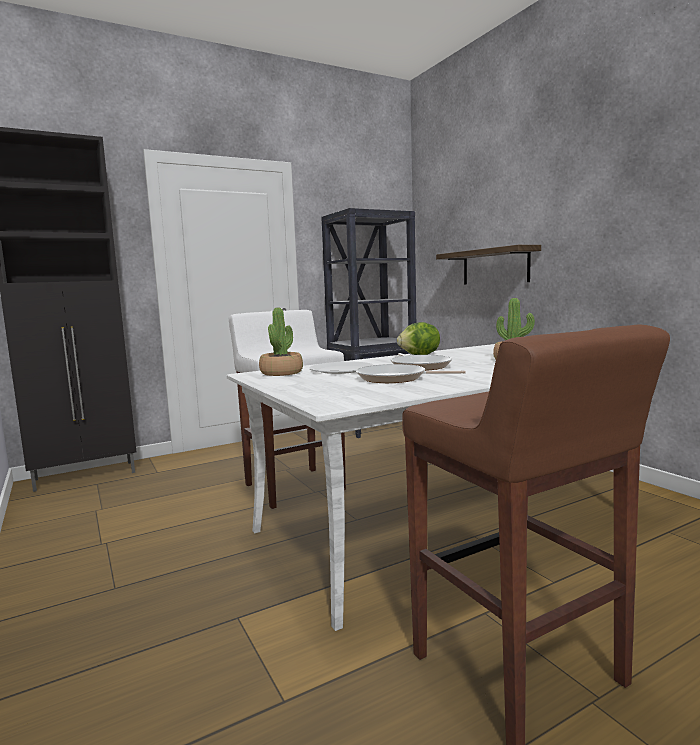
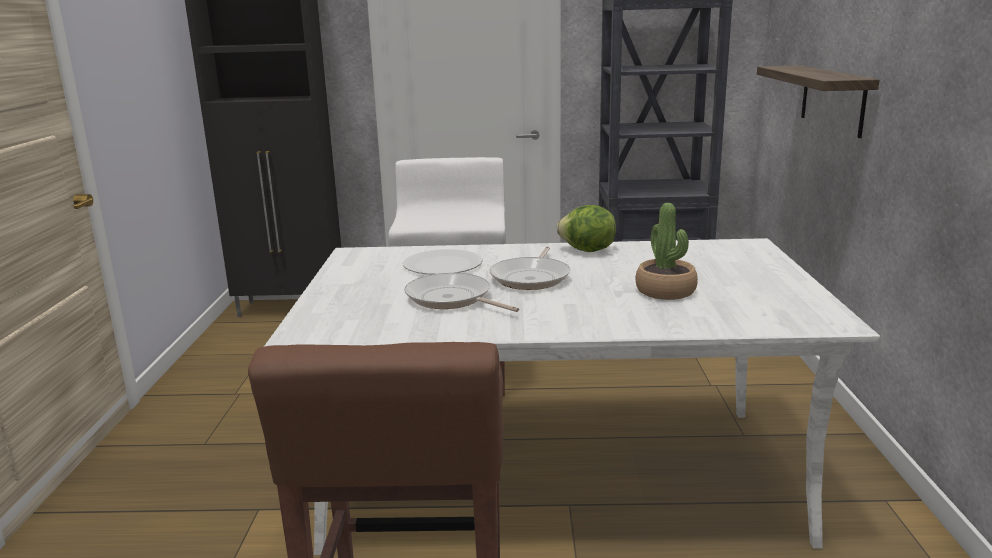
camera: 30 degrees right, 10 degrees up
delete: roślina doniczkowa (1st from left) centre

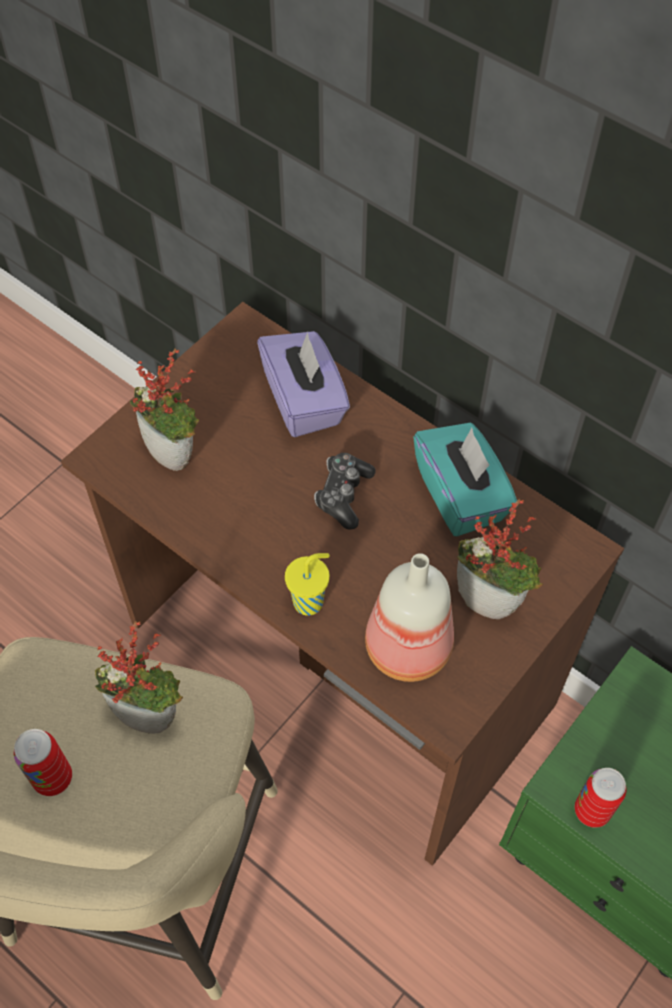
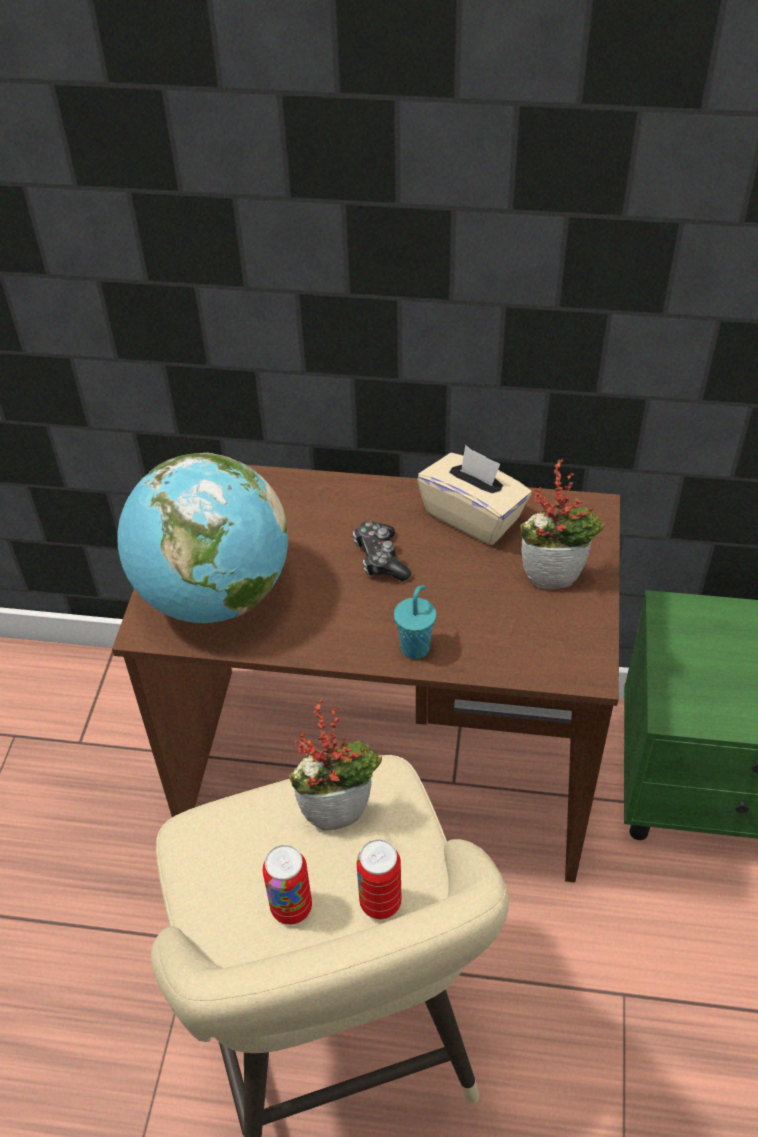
camera: 30 degrees left, 10 degrees down
delete: pudełko chusteczek (fioletowy) centre; butelka centre
move: puszka (2nd from left) bottom right to bottom centre
replace: roślina doniczkowa (2nd from left) middle left to globus middle left
recolor: filiżanka (żółty) centre to filiżanka (turkusowy) centre; pudełko chusteczek (turkusowy) middle right to pudełko chusteczek (beżowy) centre

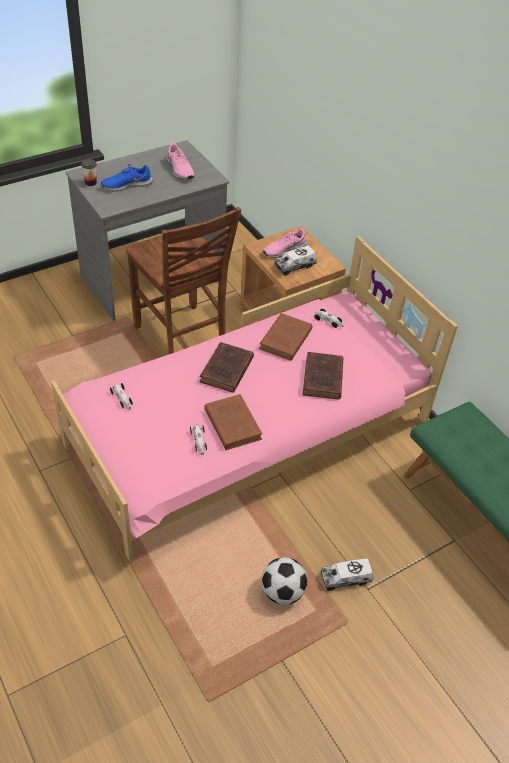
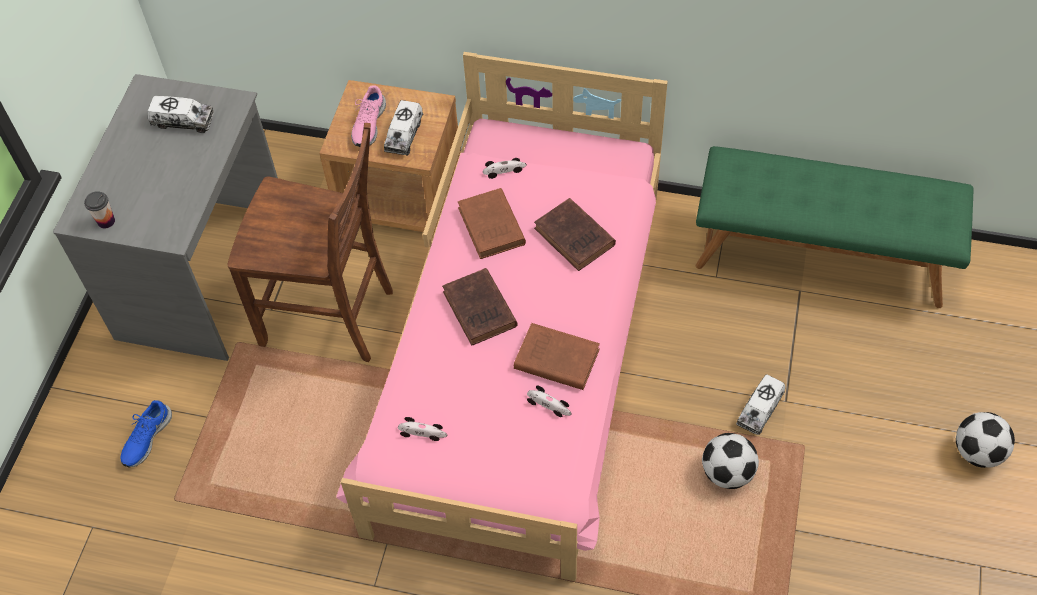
camera: 40 degrees left, 10 degrees up
insert: piłka futbolowa (2nd from left) bottom right
move: but (niebieski) top left to bottom left
replace: but (różowy) (1st from left) top centre to ciężarówka zabawkowa (1st from left) top left

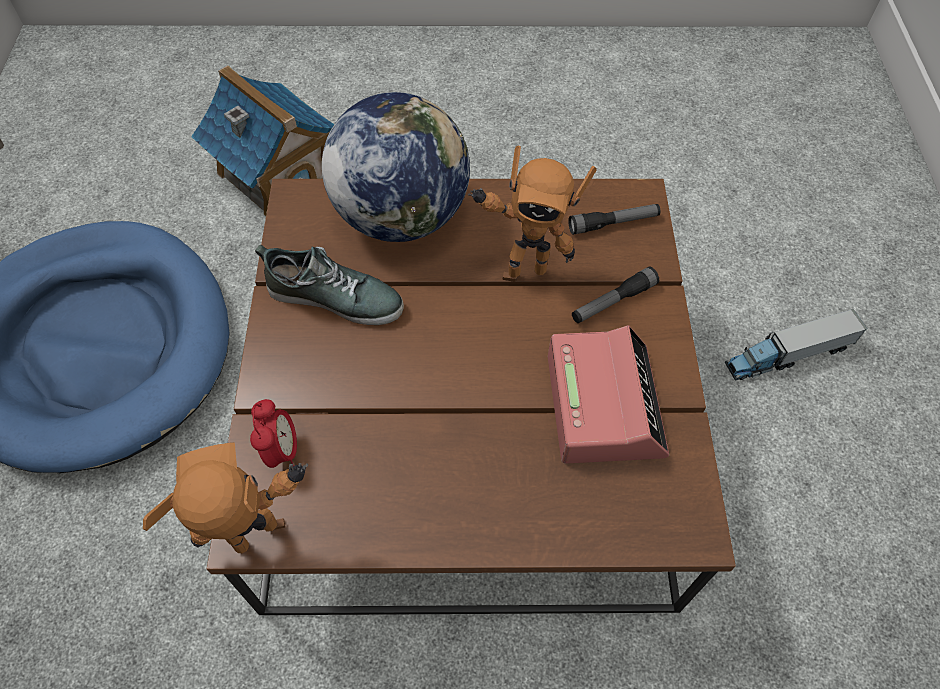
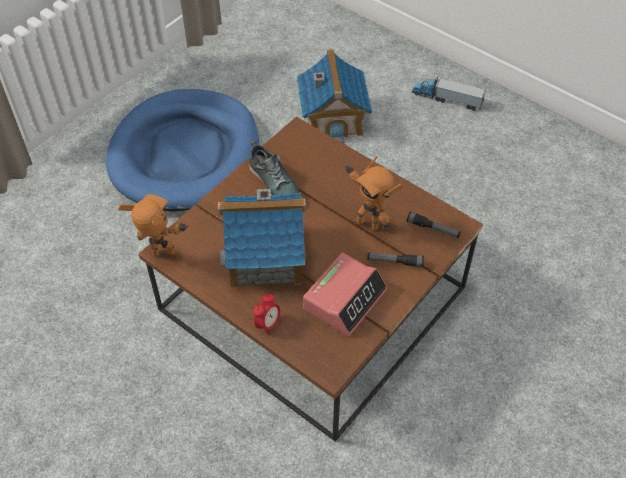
camera: 40 degrees right, 5 degrees down
delete: globus top centre
insert: domek (1st from left) centre
move: budzik (1st from left) middle left to centre; ciężarówka zabawkowa middle right to top right

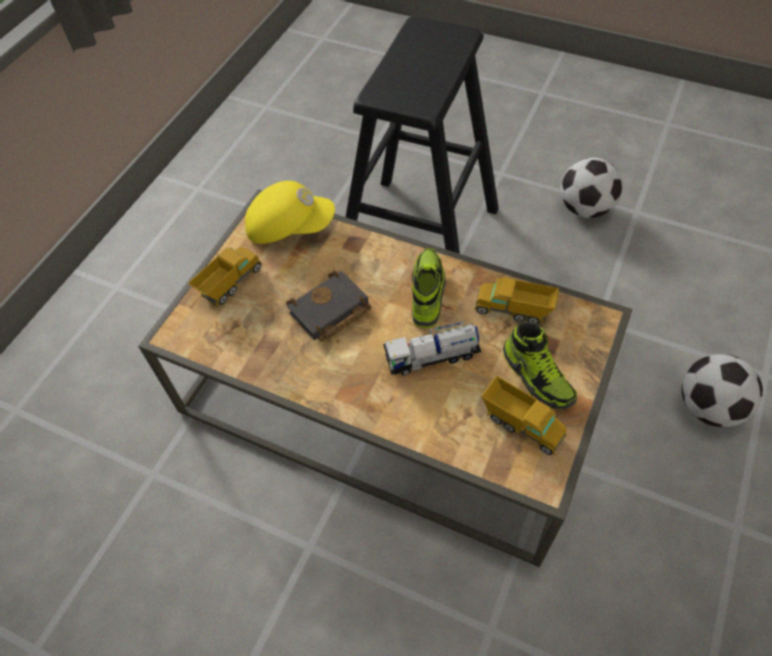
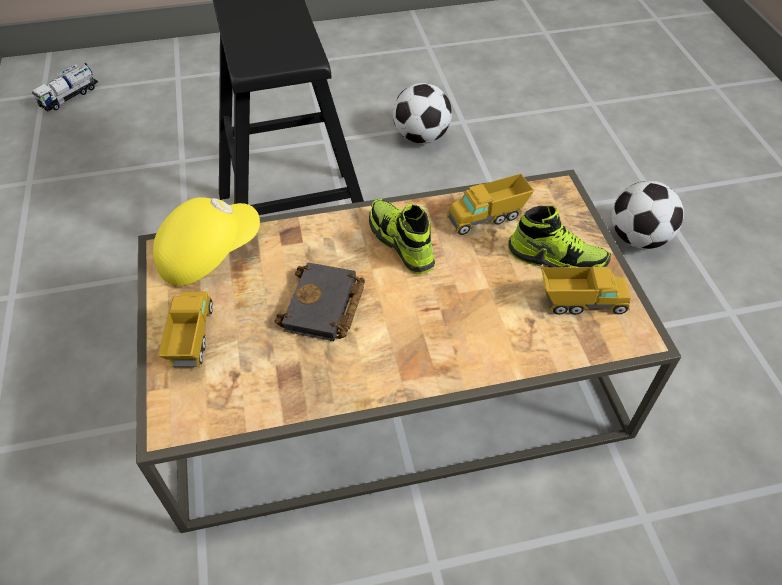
camera: 40 degrees left, 5 degrees down
move: ciężarówka zabawkowa (2nd from left in the first image) centre to ciężarówka zabawkowa (1st from left) top left

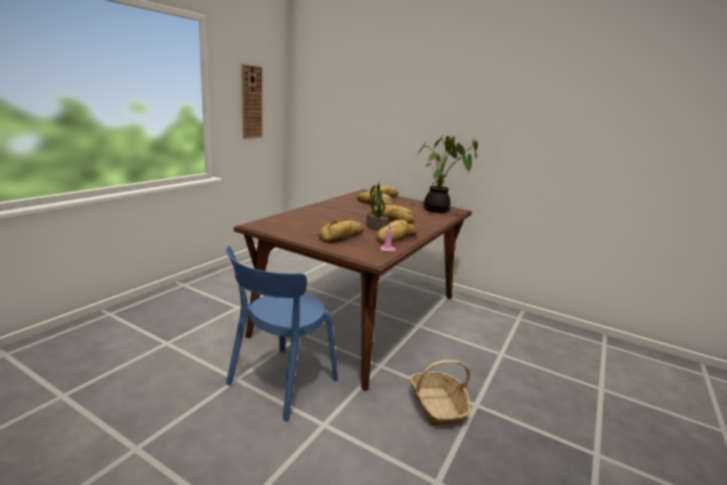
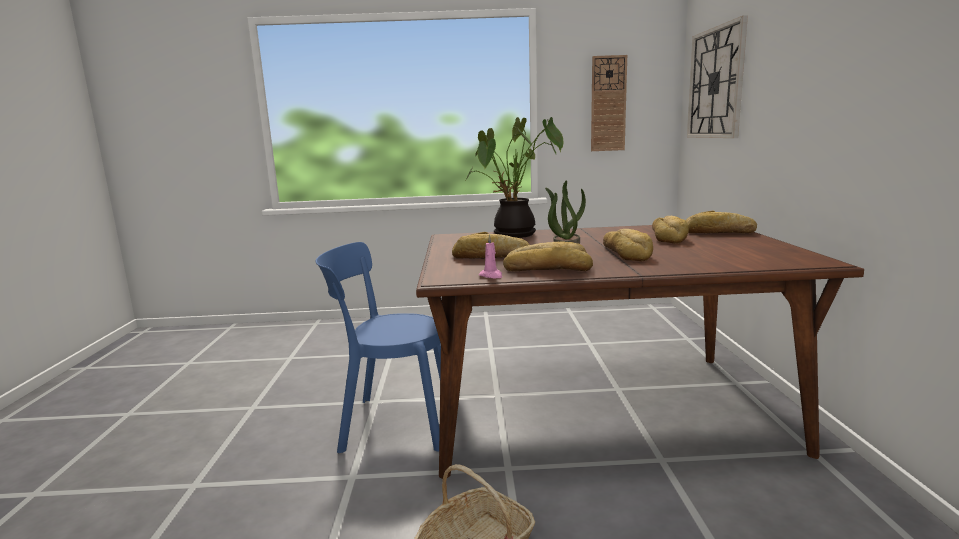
camera: 60 degrees right, 5 degrees down
insert: zegar ścienny (2nd from left) top right
move: roślina doniczkowa (2nd from left in the first image) centre to roślina doniczkowa (1st from left) top centre

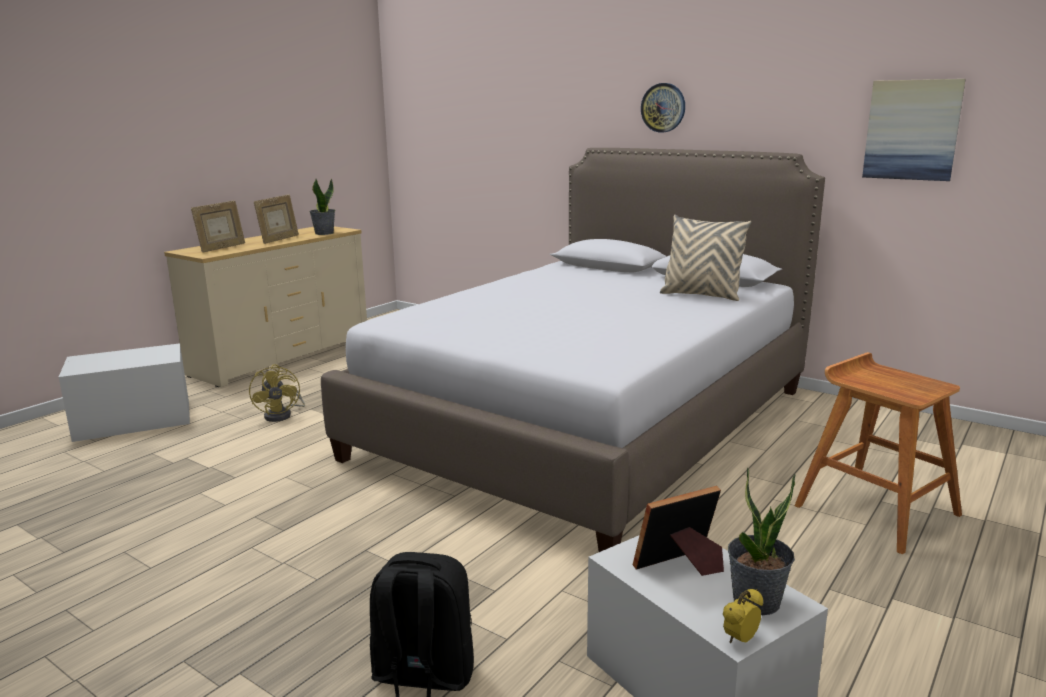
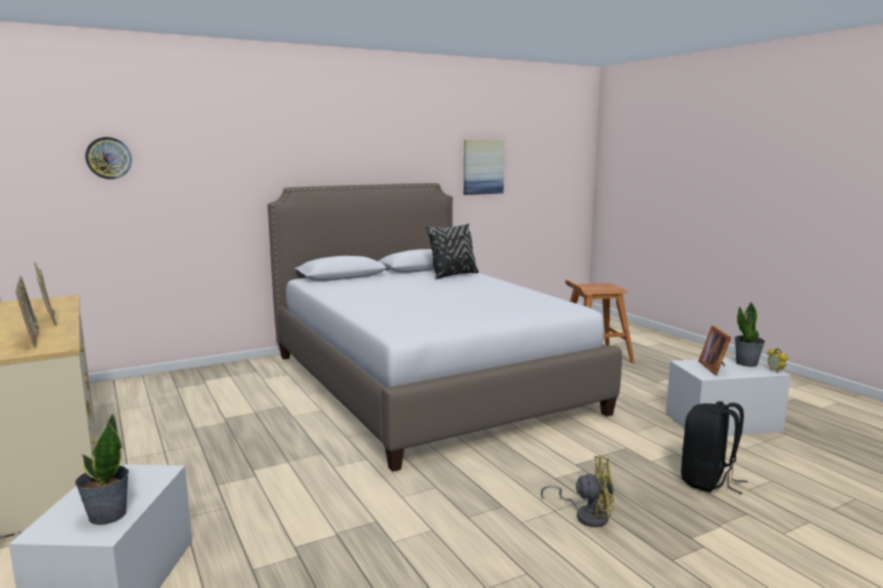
camera: 65 degrees left, 5 degrees down
move: wentylator (żółty) middle left to bottom centre; roślina doniczkowa (1st from left) top left to bottom left; zegar ścienny top centre to top left
recolor: poduszka (beżowy) middle right to poduszka (czarny) centre

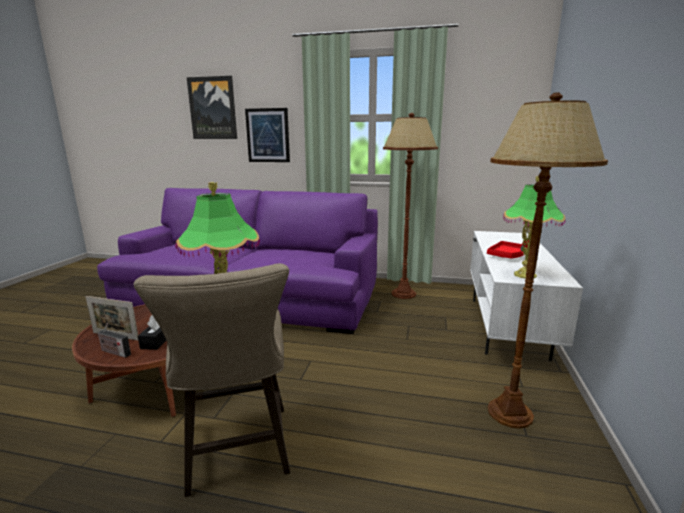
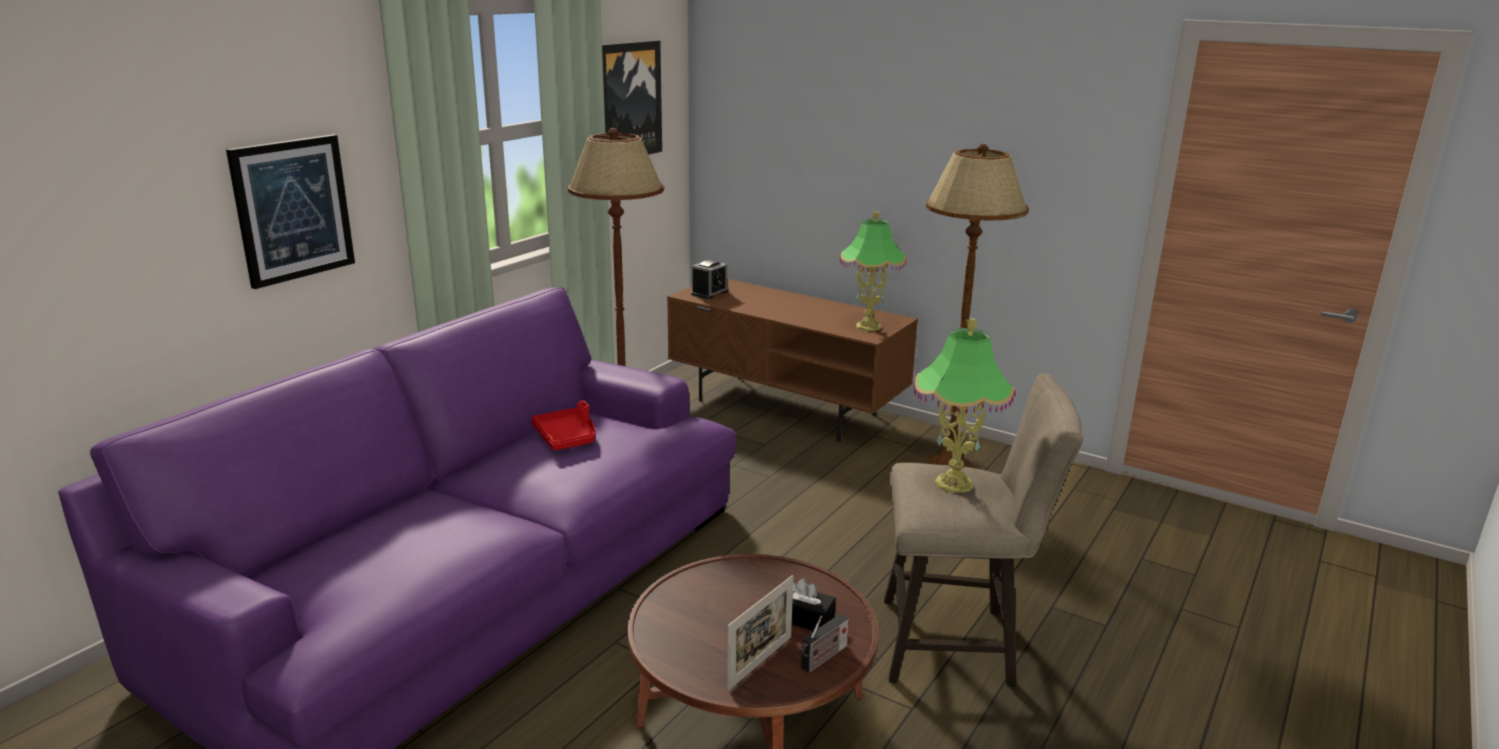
camera: 70 degrees left, 5 degrees up
insert: budzik centre
move: obraz (1st from left in the first image) top left to obraz (2nd from left) top centre; taca (czerwony) middle right to centre
recolor: szafka pod telewizor (biały) middle right to szafka pod telewizor (brązowy) centre

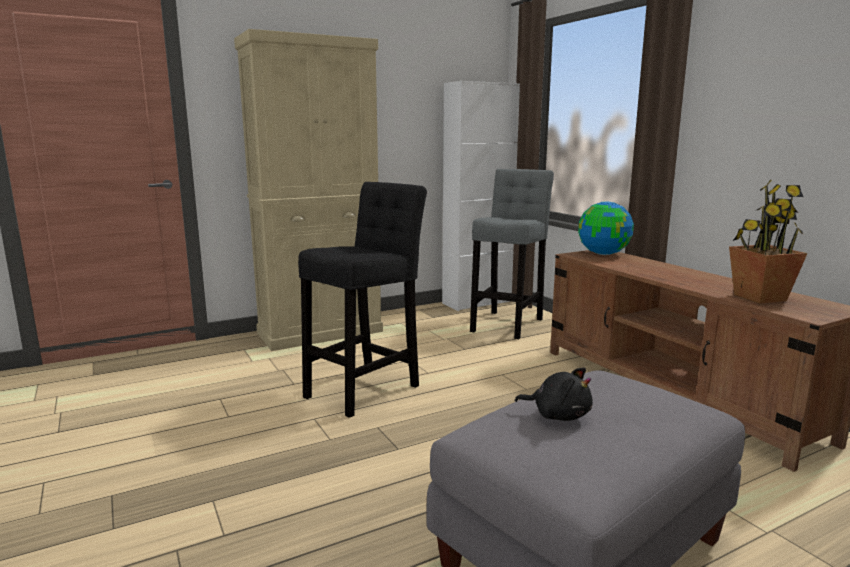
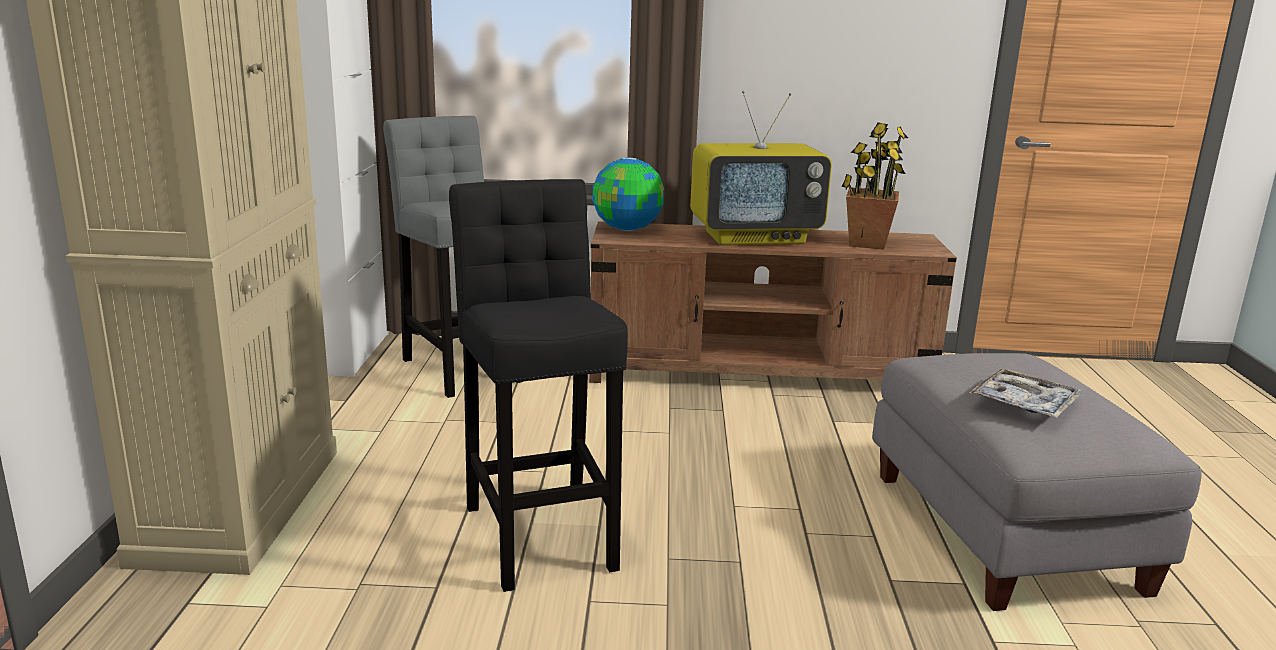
camera: 60 degrees left, 5 degrees up
insert: telewizor top centre
replace: pluszak (czarny) bottom centre to taca middle right

